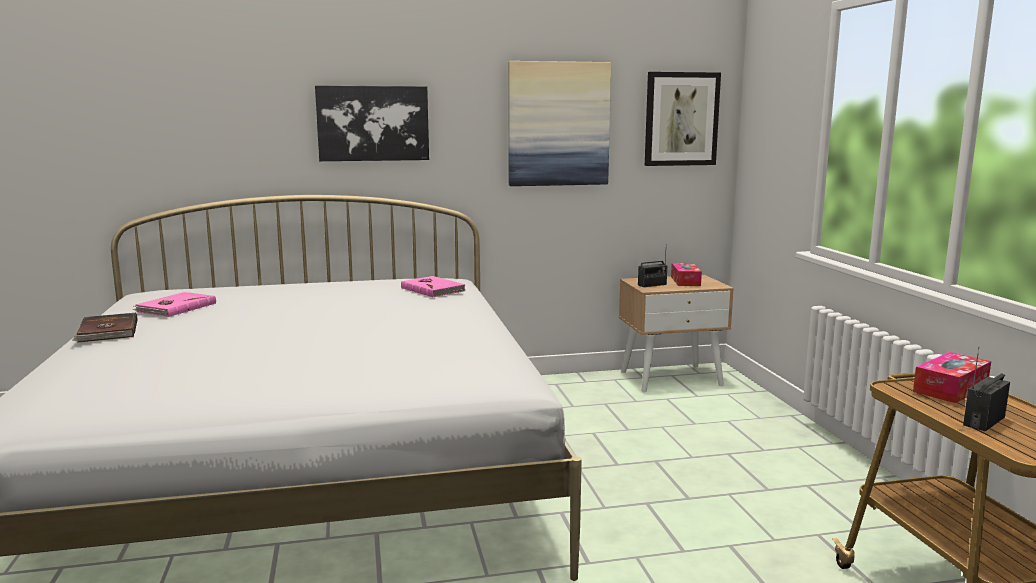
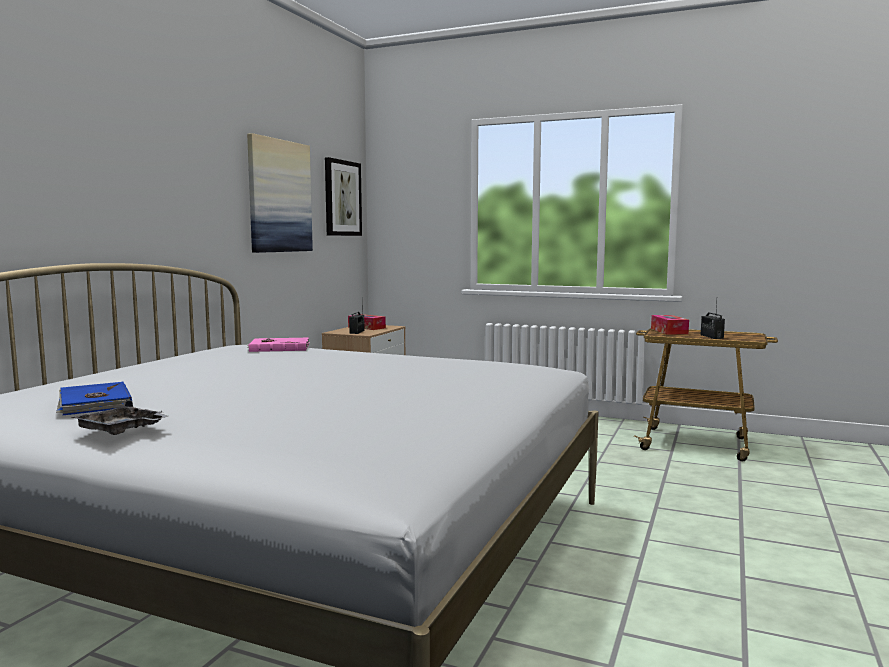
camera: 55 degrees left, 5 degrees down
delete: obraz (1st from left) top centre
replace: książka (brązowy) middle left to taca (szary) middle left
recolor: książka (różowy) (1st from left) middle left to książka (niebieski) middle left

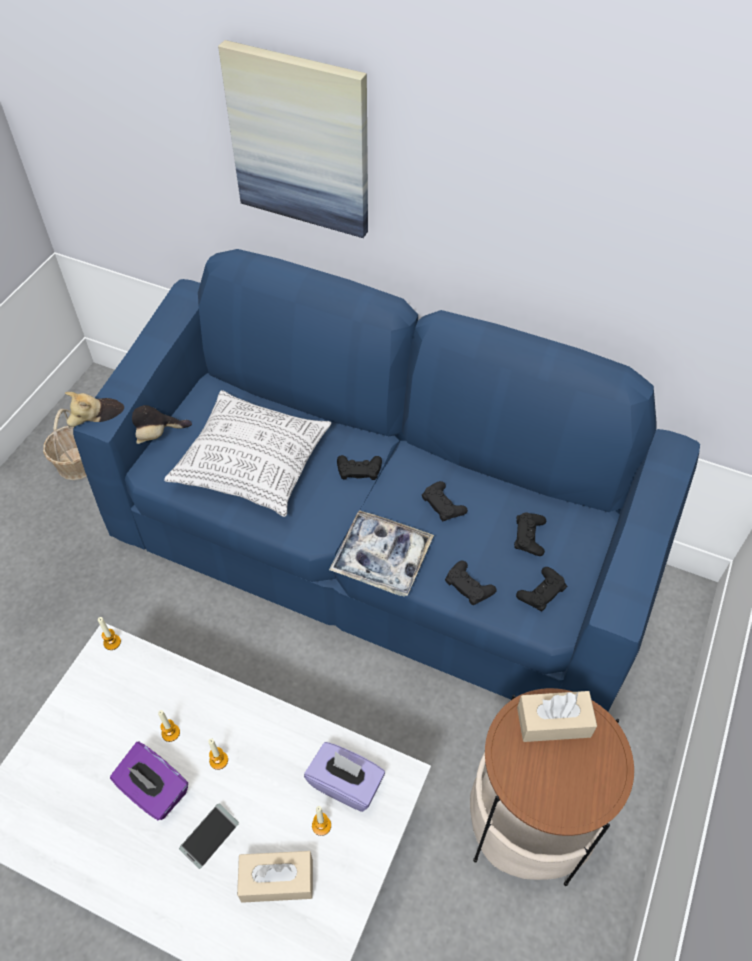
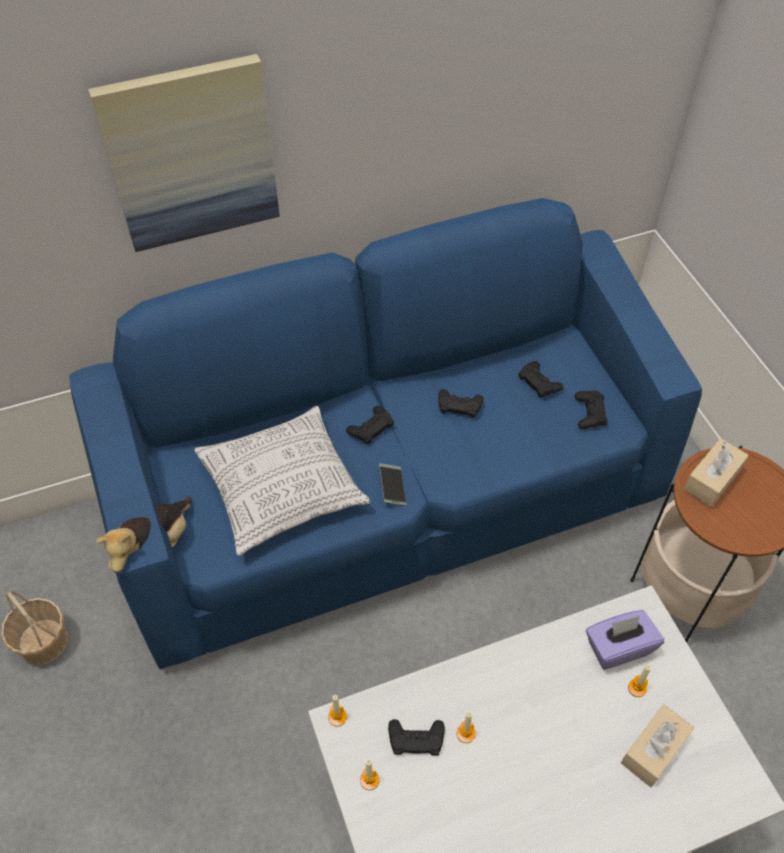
camera: 45 degrees left, 0 degrees up
delete: pudełko chusteczek (fioletowy) (1st from left) bottom left; taca centre
move: telefon bottom left to centre; świeca (3rd from left in the first image) bottom left to świeca (2nd from left) bottom centre; pad do gier (czarny) (3rd from left in the first image) centre to pad do gier (czarny) (2nd from left) bottom centre

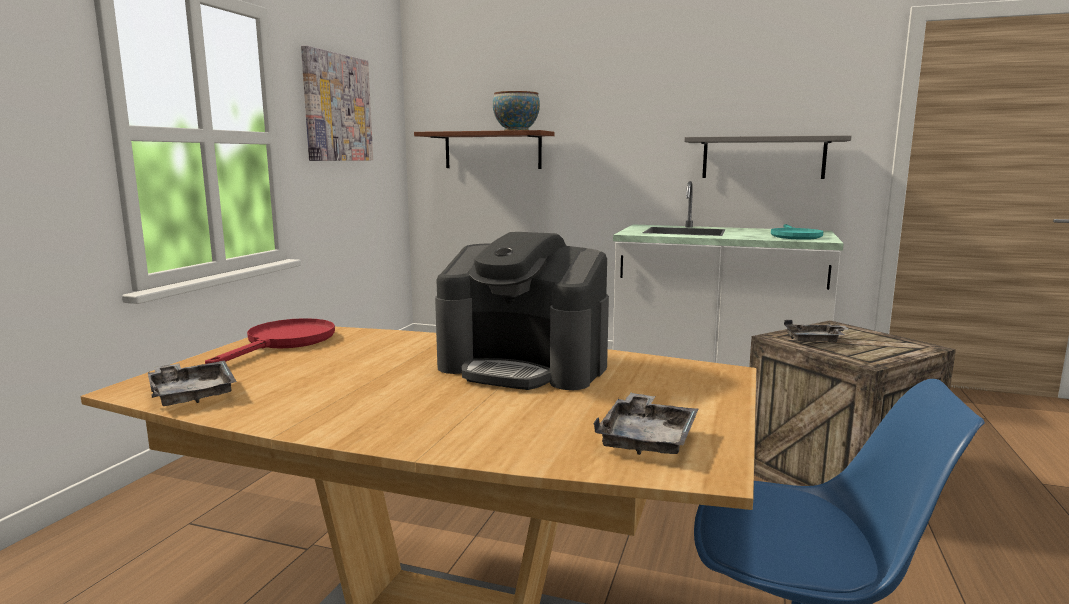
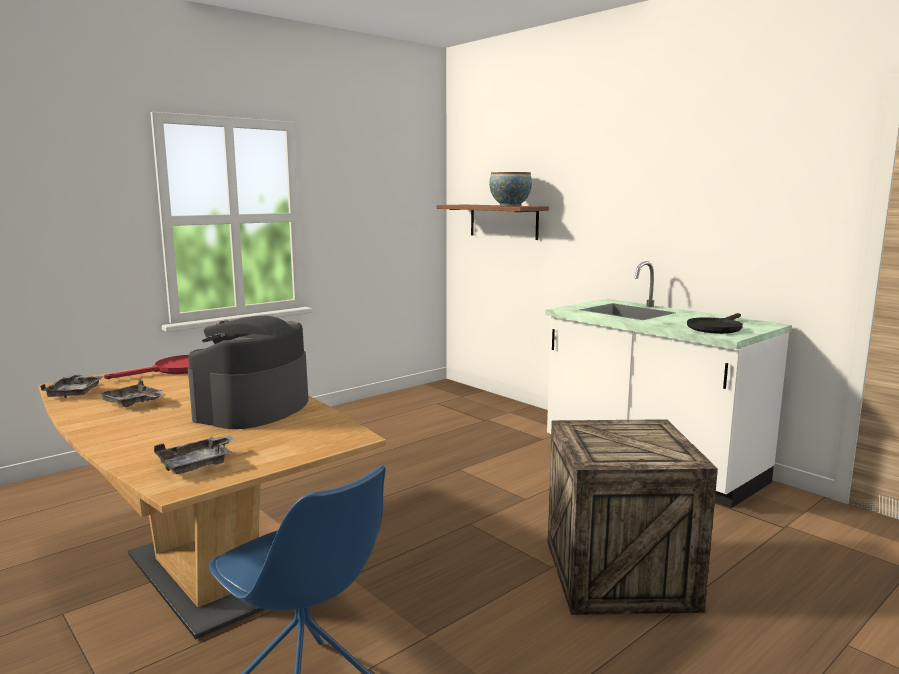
camera: 30 degrees right, 0 degrees up
delete: obraz top left; półka (szary) top right
move: taca (szary) (3rd from left in the first image) middle right to taca (szary) (2nd from left) middle left
recolor: patelnia (turkusowy) middle right to patelnia (czarny) middle right
rotate: ekspres do kawy centre = middle left 60 degrees clockwise

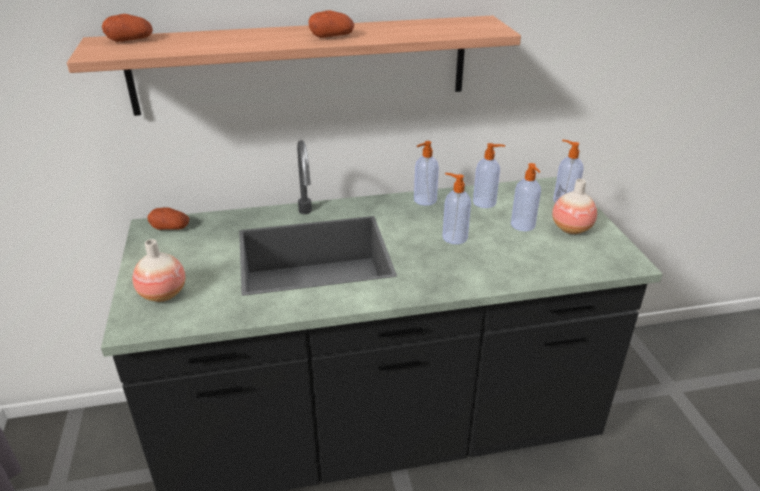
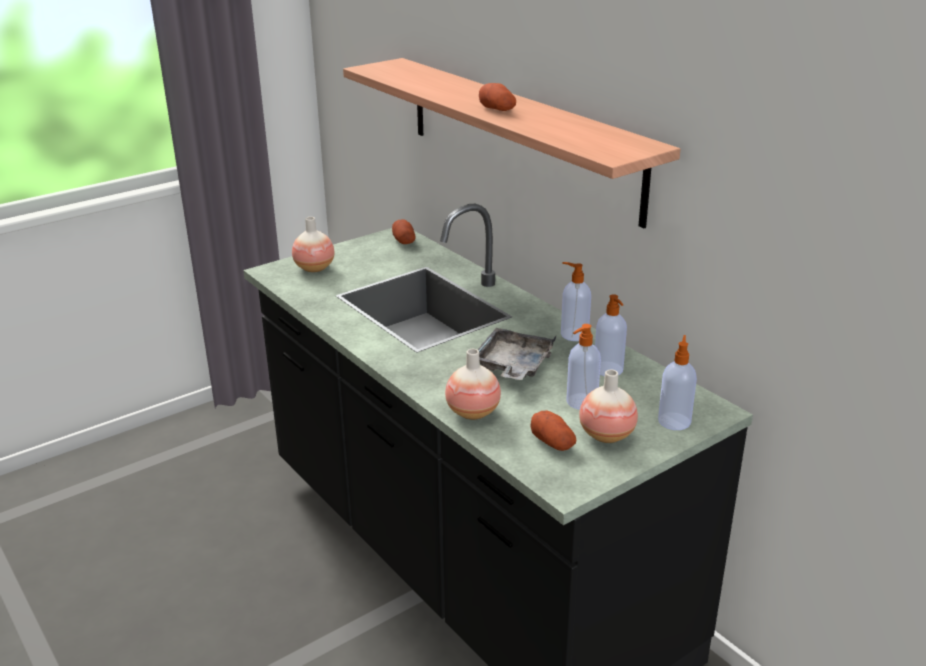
camera: 65 degrees right, 5 degrees down
insert: wazon (2nd from left) centre
move: ziemniak (1st from left in the first image) top left to ziemniak (3rd from left) centre
replace: dozownik mydła (2nd from left) centre to taca (szary) centre

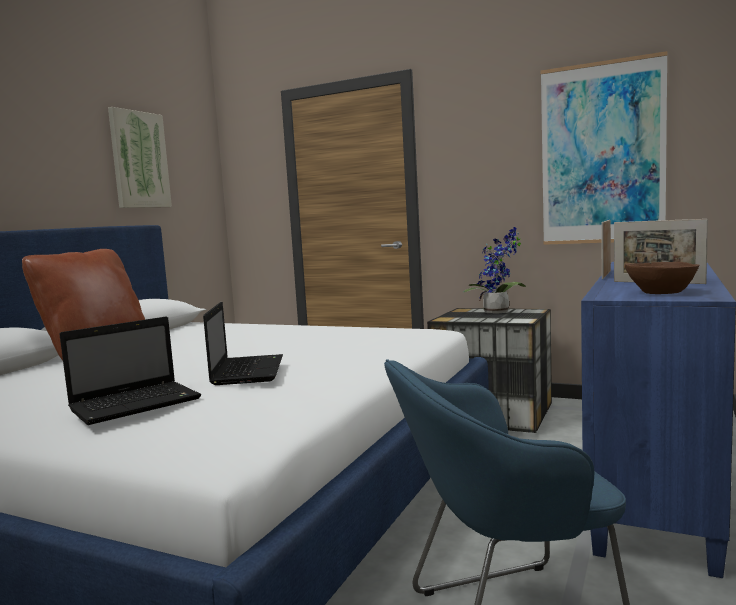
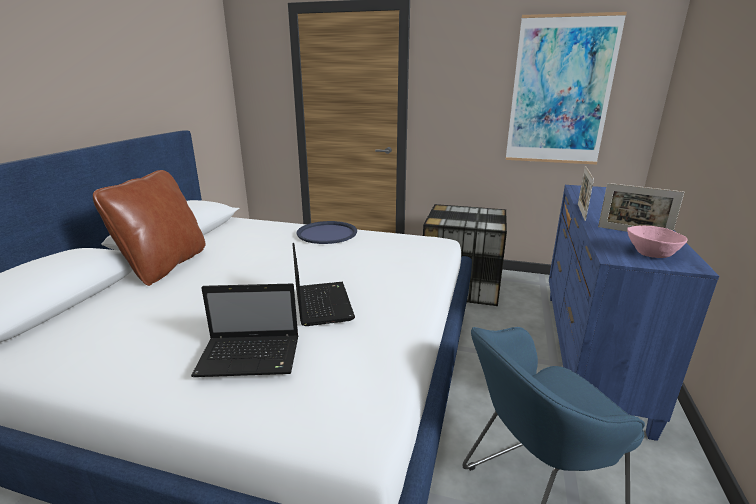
camera: 10 degrees left, 15 degrees up
delete: obraz (1st from left) top left; roślina doniczkowa middle right
insert: taca (niebieski) centre
recolor: miska (brązowy) middle right to miska (różowy) middle right
rotate: laptop (1st from left) middle left = middle left 45 degrees clockwise

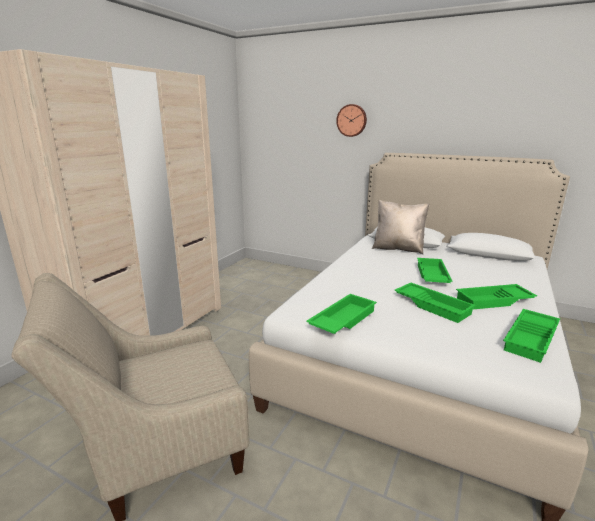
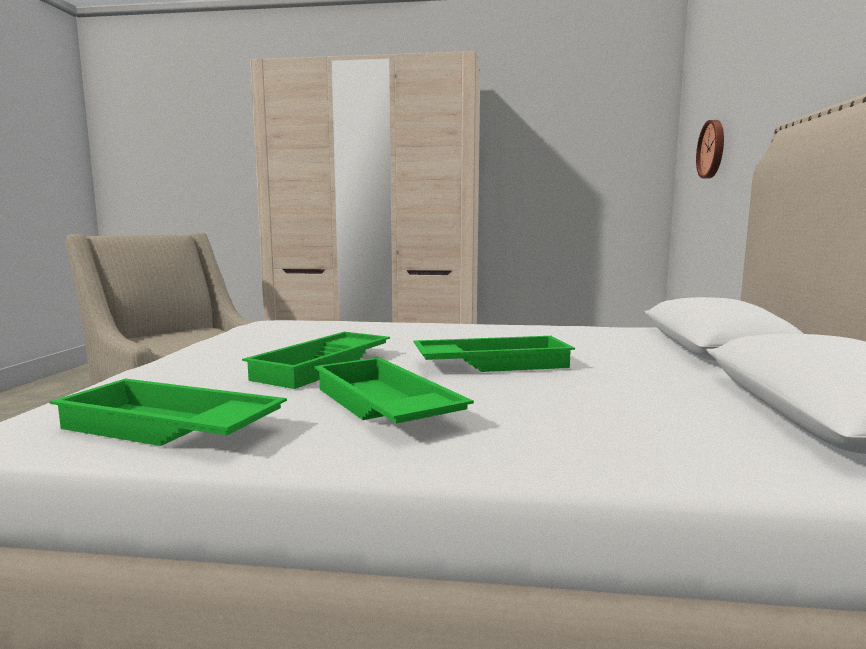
camera: 70 degrees right, 10 degrees down
delete: taca (zielony) (1st from left) centre; poduszka (beżowy) middle right
move: zegar ścienny top centre to top right

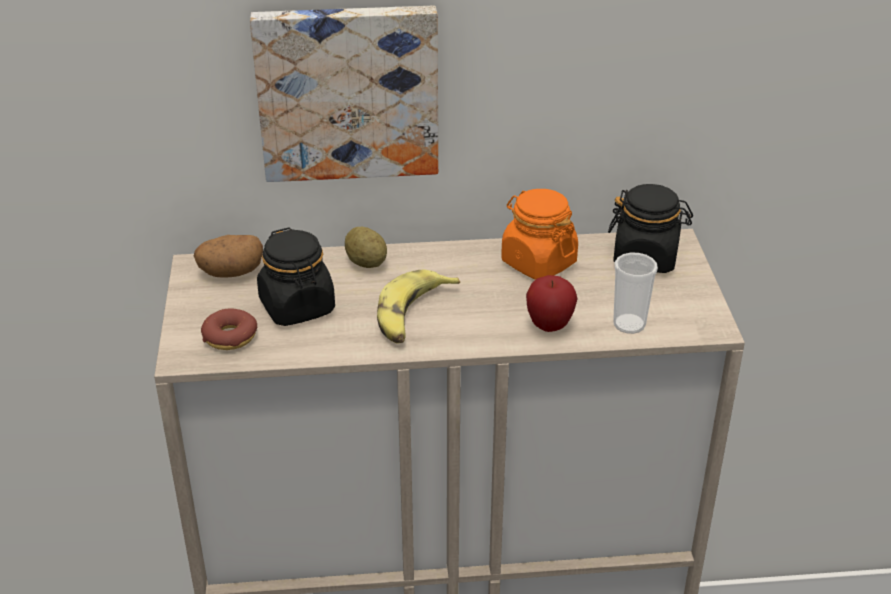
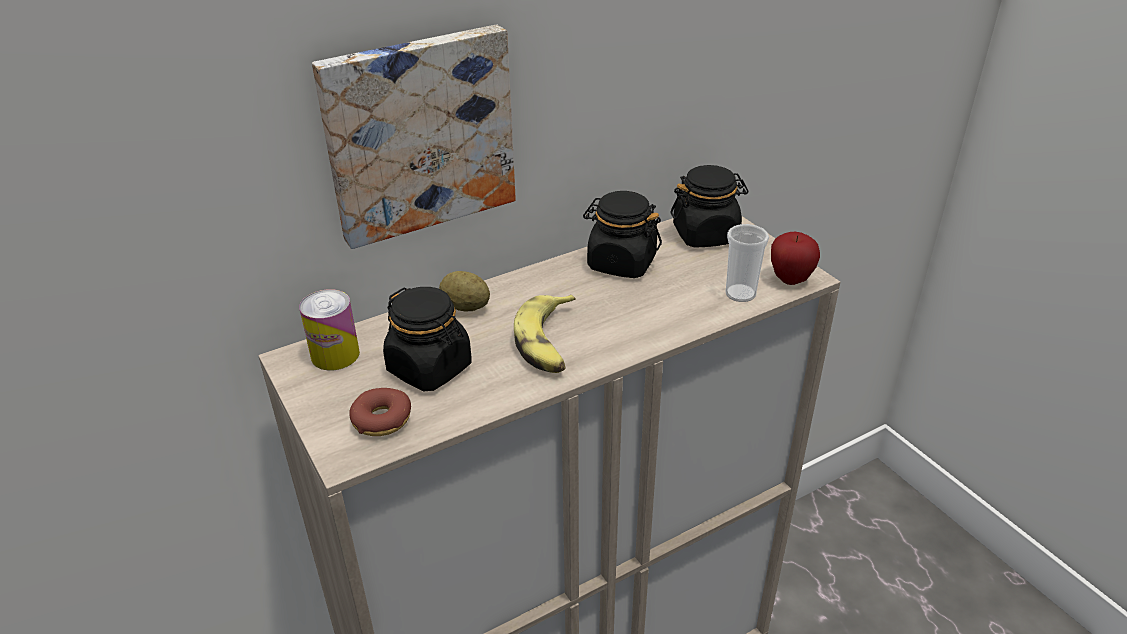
camera: 25 degrees left, 0 degrees up
move: jabłko centre to middle right
replace: ziemniak (1st from left) middle left to puszka middle left
recolor: słoik (pomarańczowy) centre to słoik (czarny) (2nd from left) centre

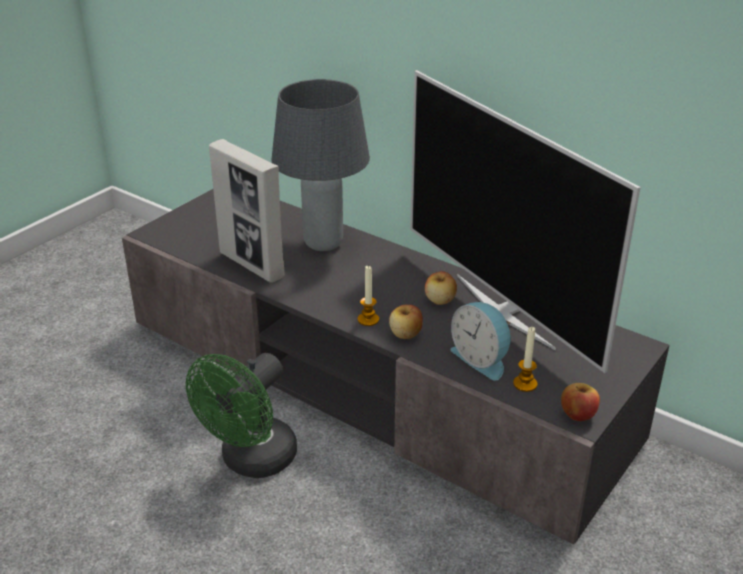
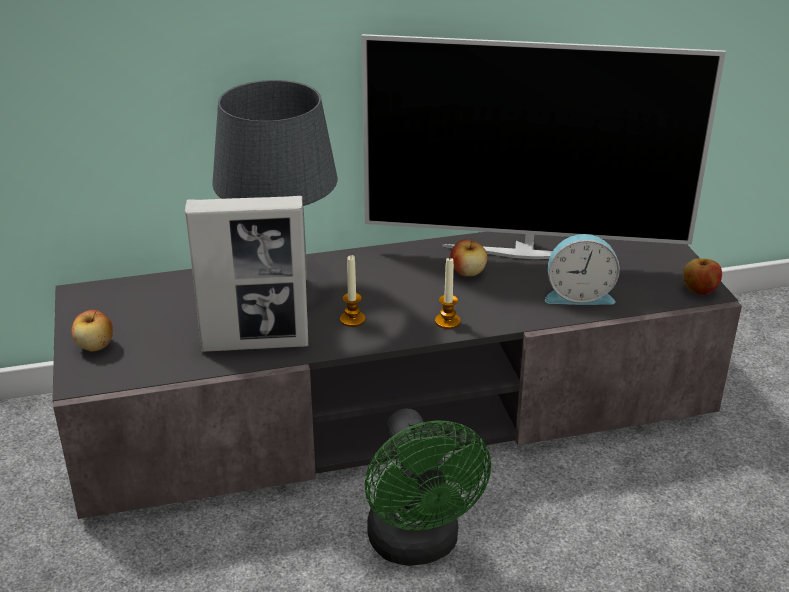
camera: 50 degrees left, 0 degrees up
move: jabłko (1st from left) centre to middle left; świeca (2nd from left in the first image) middle right to świeca (1st from left) centre

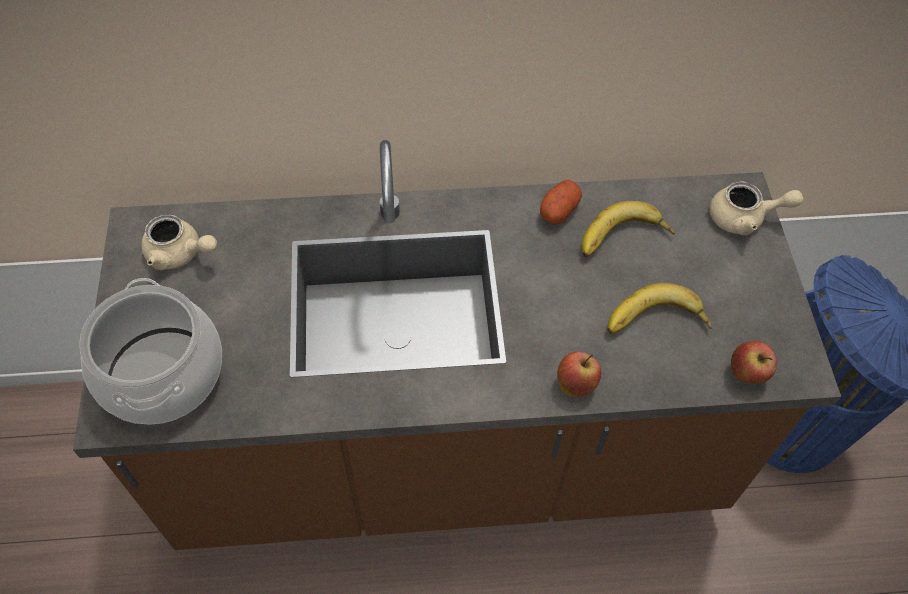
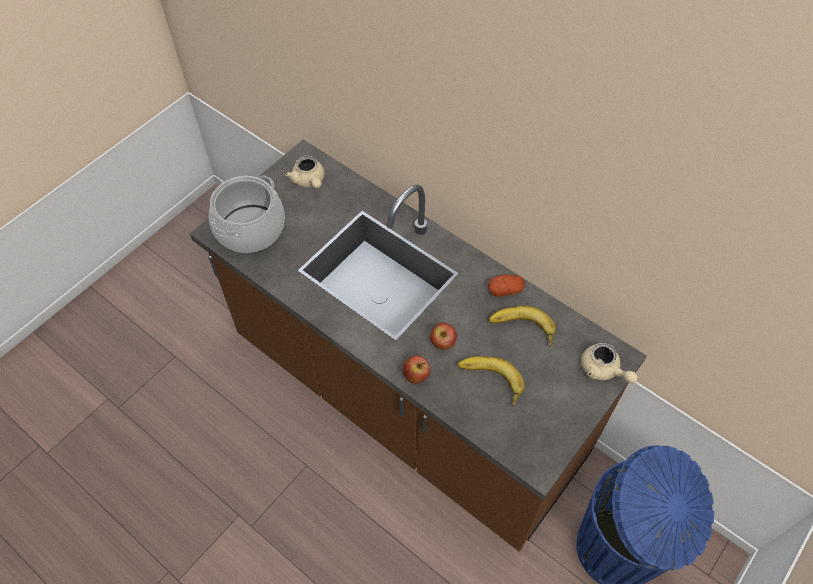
camera: 45 degrees right, 0 degrees up
move: jabłko (2nd from left) middle right to centre

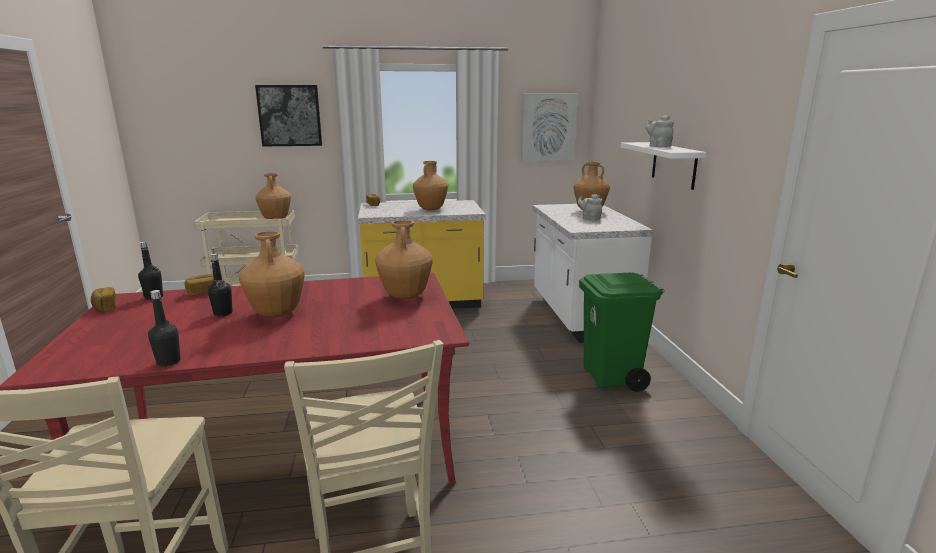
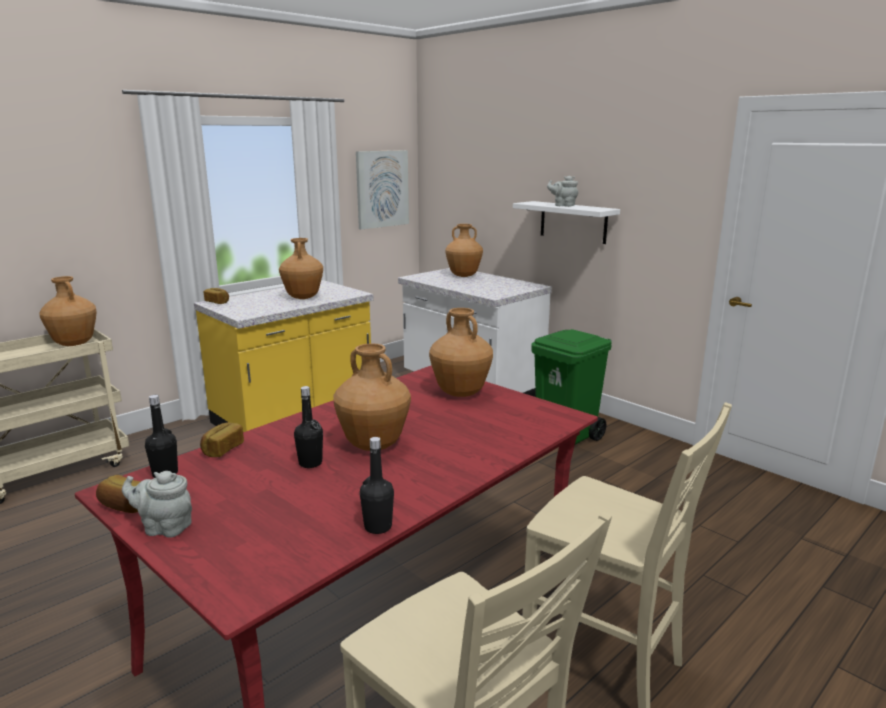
camera: 35 degrees left, 0 degrees up
delete: obraz (1st from left) top left
move: imbryk (szary) (1st from left) centre to bottom left

